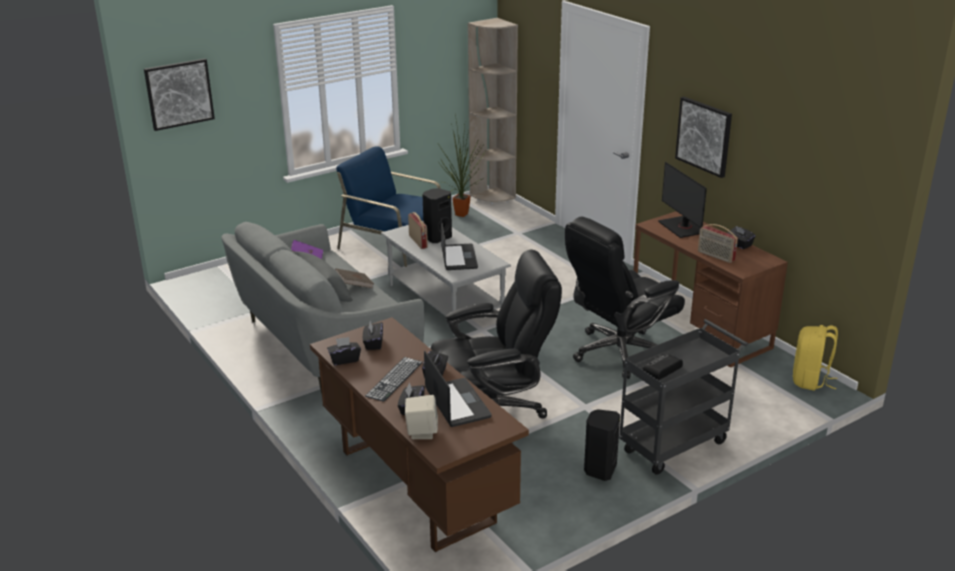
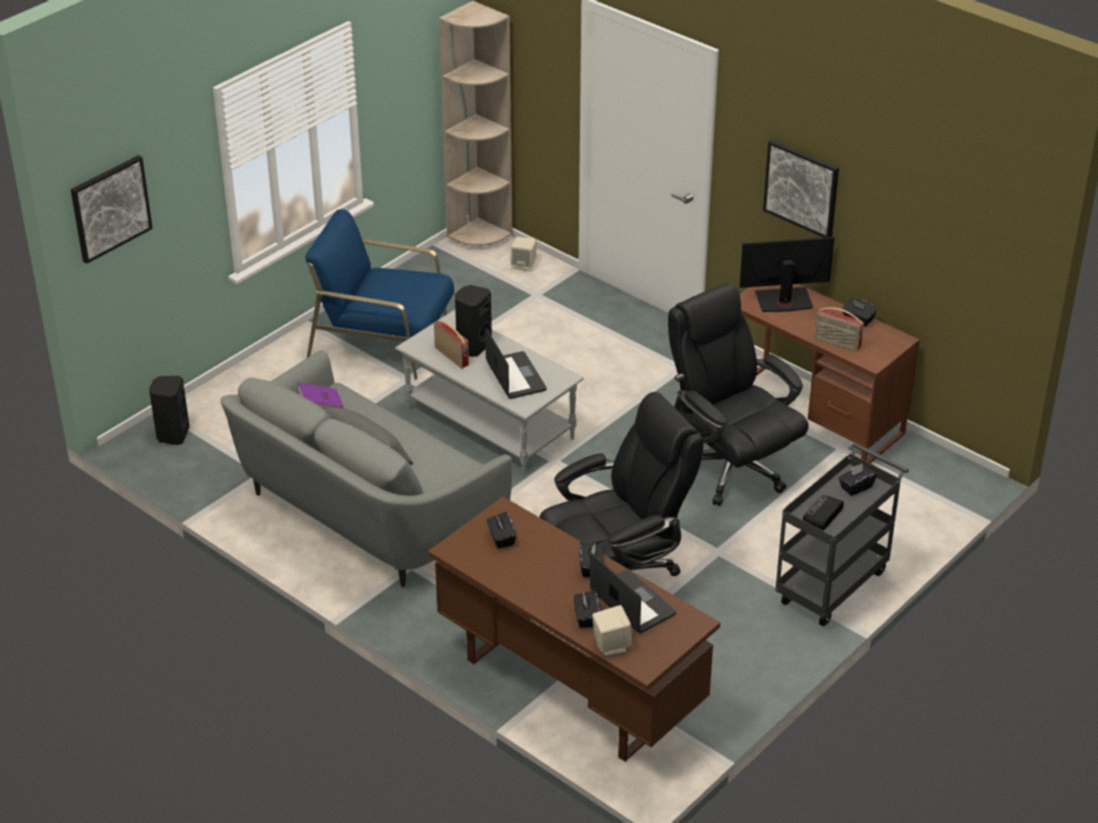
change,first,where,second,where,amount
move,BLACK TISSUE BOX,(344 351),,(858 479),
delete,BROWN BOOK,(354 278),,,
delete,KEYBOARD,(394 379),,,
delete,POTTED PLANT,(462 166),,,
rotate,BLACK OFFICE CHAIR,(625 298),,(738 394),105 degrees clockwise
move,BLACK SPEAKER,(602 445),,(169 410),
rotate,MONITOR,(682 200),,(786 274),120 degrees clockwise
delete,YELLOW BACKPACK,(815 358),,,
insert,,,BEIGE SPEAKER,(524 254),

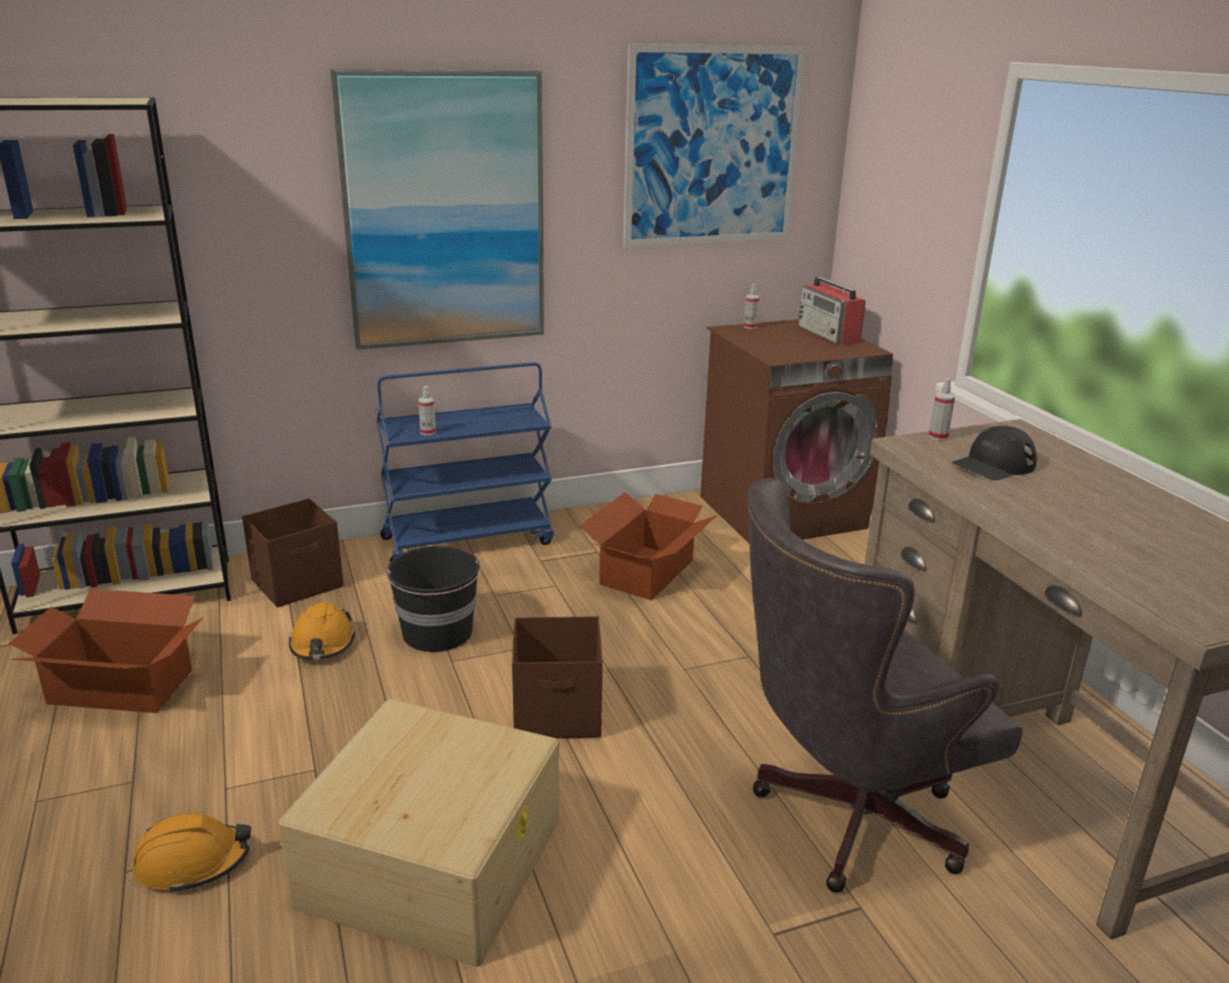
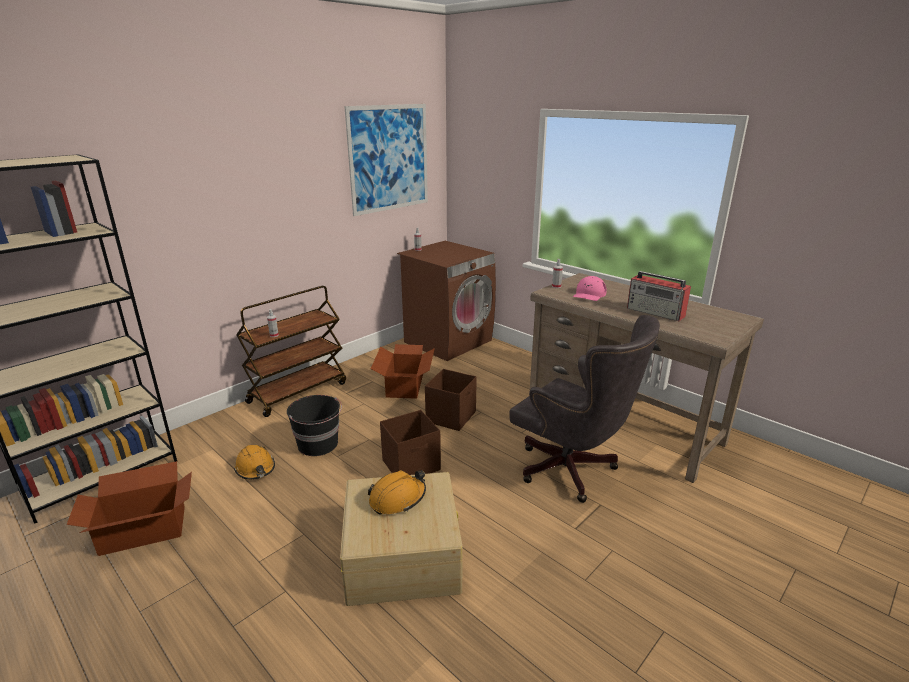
change,first,where,second,where,amount
move,ORANGE HARD HAT,(192 853),,(397 492),
move,BROWN STORAGE BOX,(292 552),,(451 400),
delete,PICTURE,(437 209),,,
recolor,BLUE CART,(465 462),BROWN CART,(291 351),
rotate,GREY OFFICE CHAIR,(885 685),,(584 409),90 degrees counterclockwise
move,RADIO,(832 311),,(659 296),
recolor,BLACK CAP,(994 453),PINK CAP,(590 288),

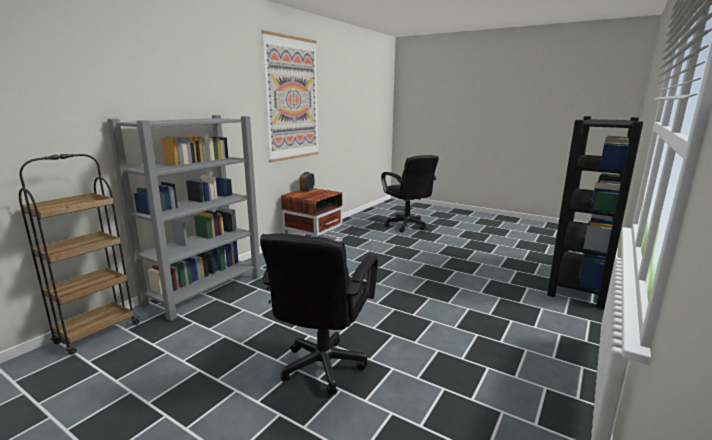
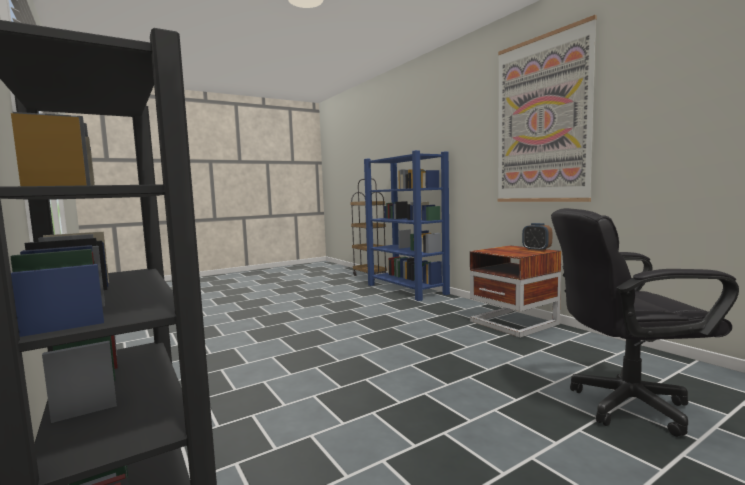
change,first,where,second,where,amount
recolor,GREY BOOKCASE,(184 218),BLUE BOOKCASE,(407 225),
delete,BLACK OFFICE CHAIR,(319 314),,,

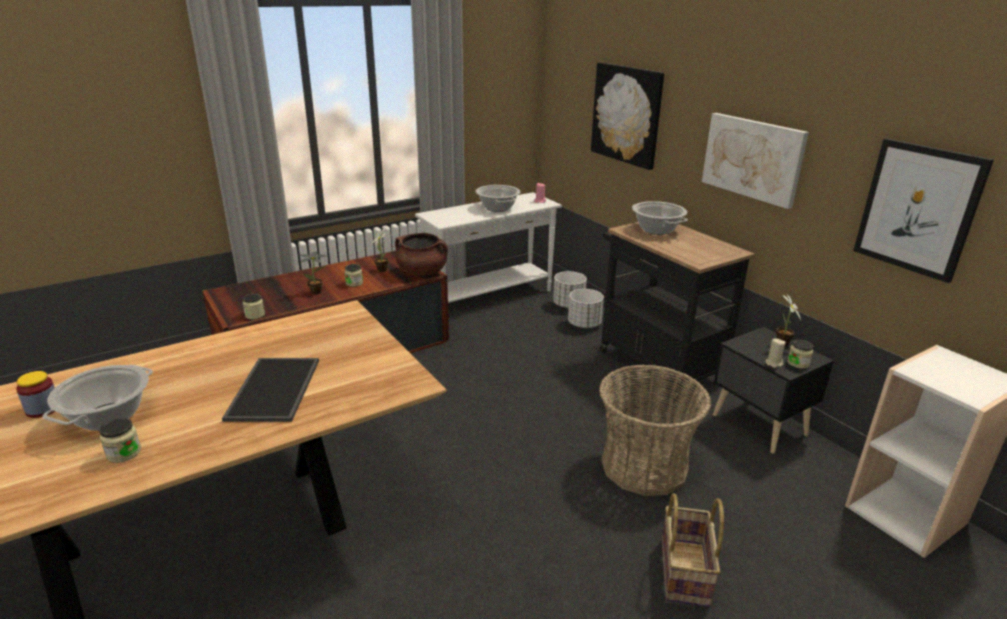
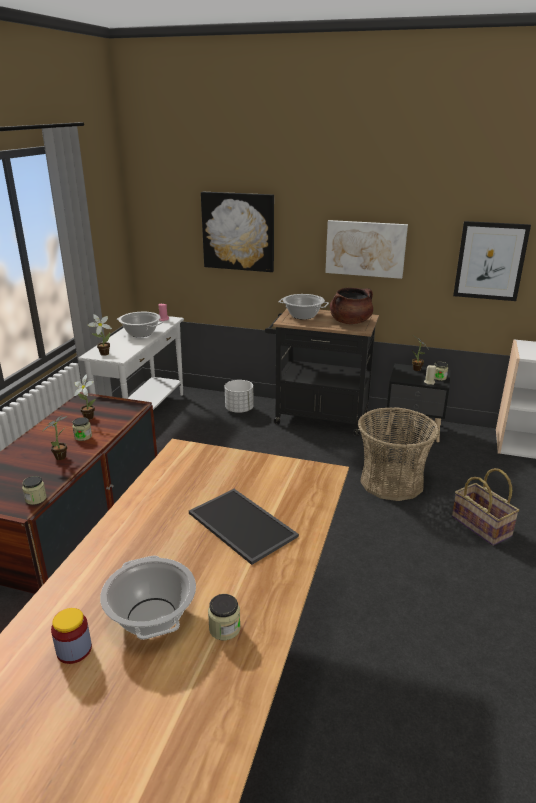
change,first,where,second,where,amount
move,BROWN COOKING POT,(421 254),,(351 306),
delete,WHITE PLANTER,(570 289),,,
insert,,,POTTED PLANT,(100 335),

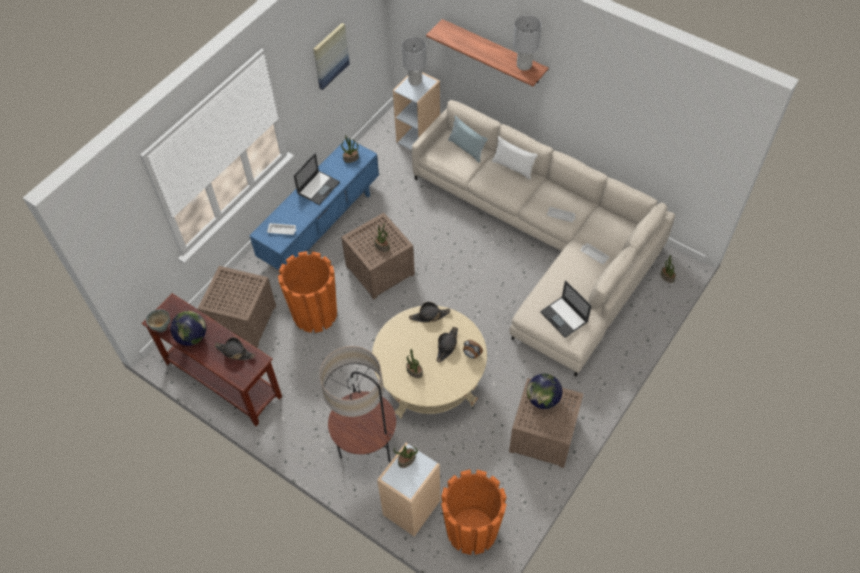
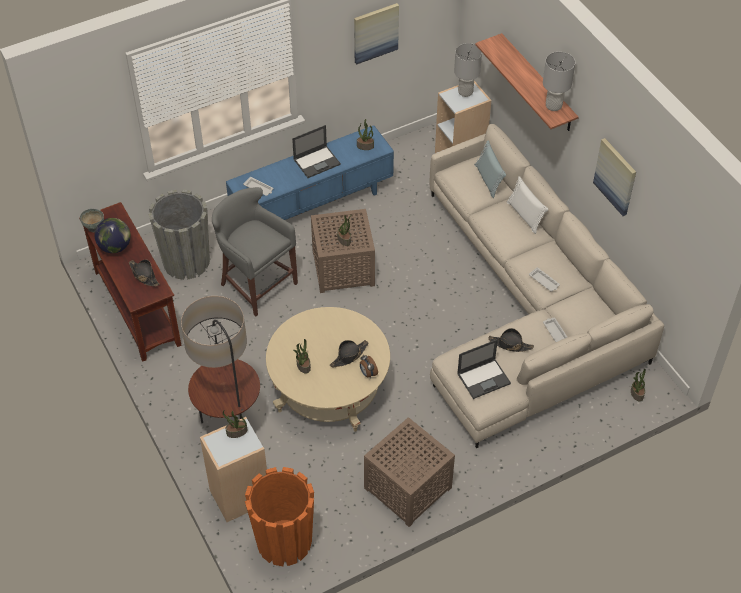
change,first,where,second,where,amount
replace,BROWN SIDE TABLE,(236 307),GREY PLANTER,(179 234),
replace,ORANGE PLANTER,(307 292),GREY STOOL,(255 251),
move,BLACK HAT,(429 312),,(511 340),
delete,GLOBE,(544 391),,,
rotate,LAPTOP,(566 309),,(484 369),105 degrees counterclockwise
insert,,,PICTURE,(614 177),

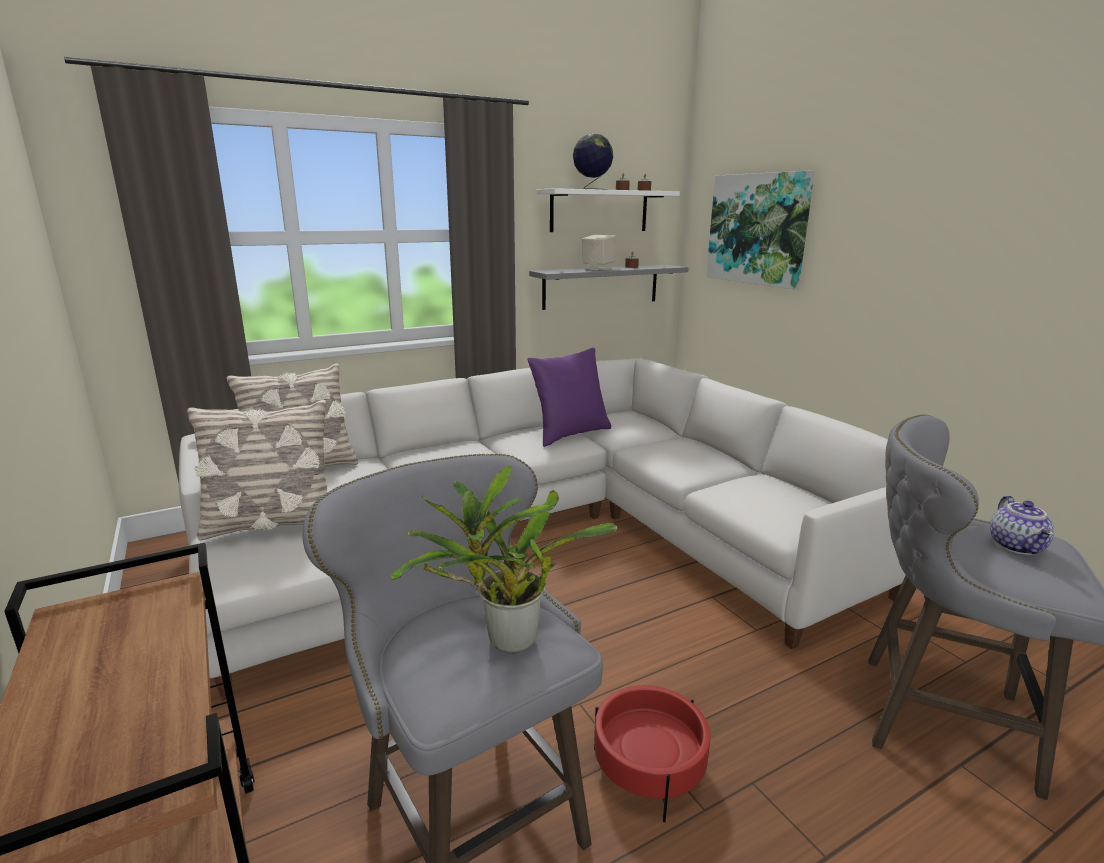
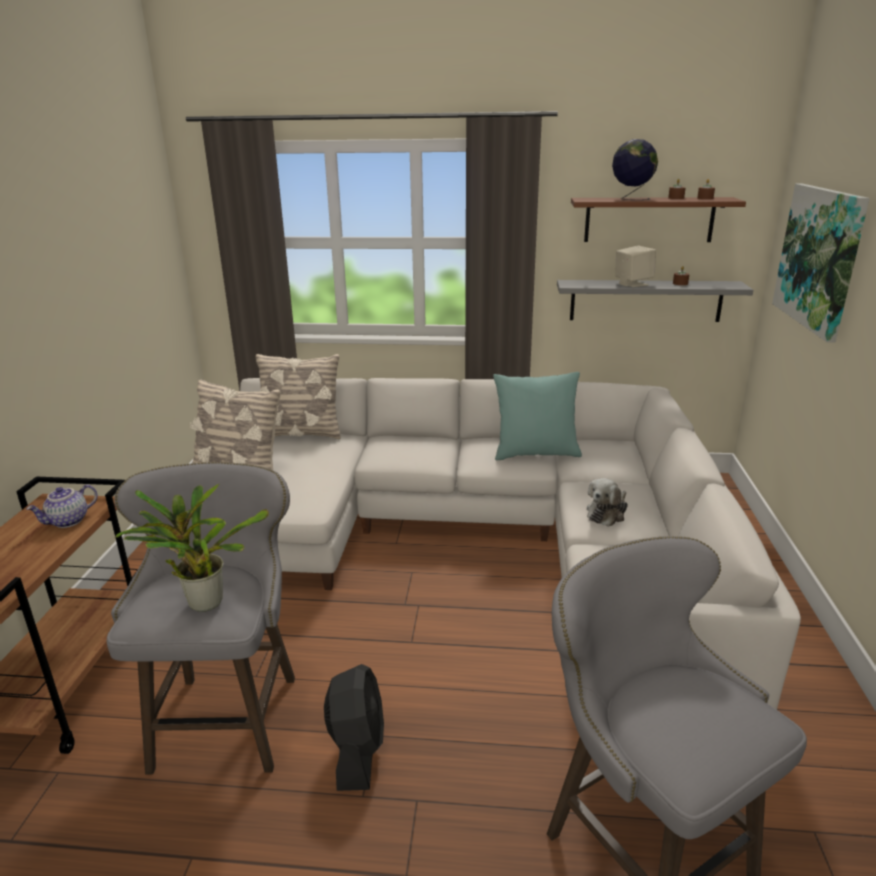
change,first,where,second,where,amount
recolor,PURPLE PILLOW,(569 397),TURQUOISE PILLOW,(537 416),
recolor,WHITE SHELF,(608 210),BROWN SHELF,(658 219),
replace,RED PLANTER,(652 753),BLACK FAN,(354 727),
move,TEAPOT,(1022 525),,(62 506),
insert,,,PLUSH TOY,(607 502),

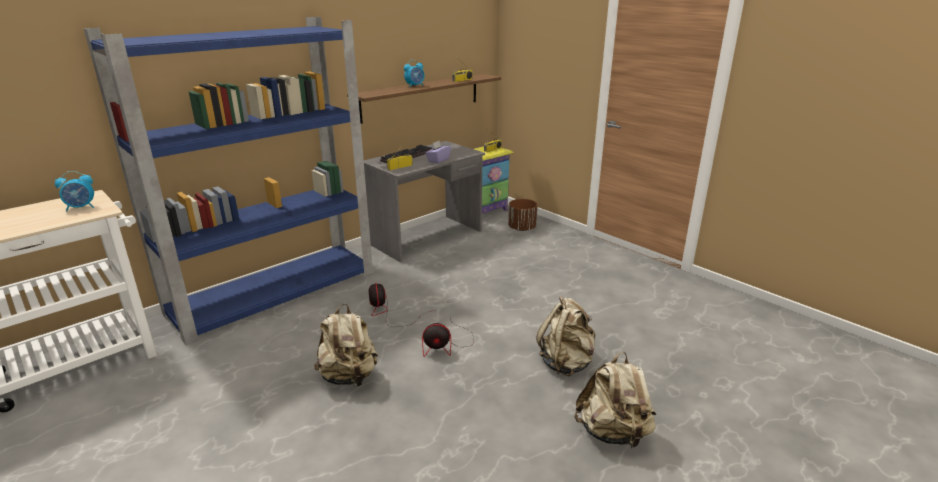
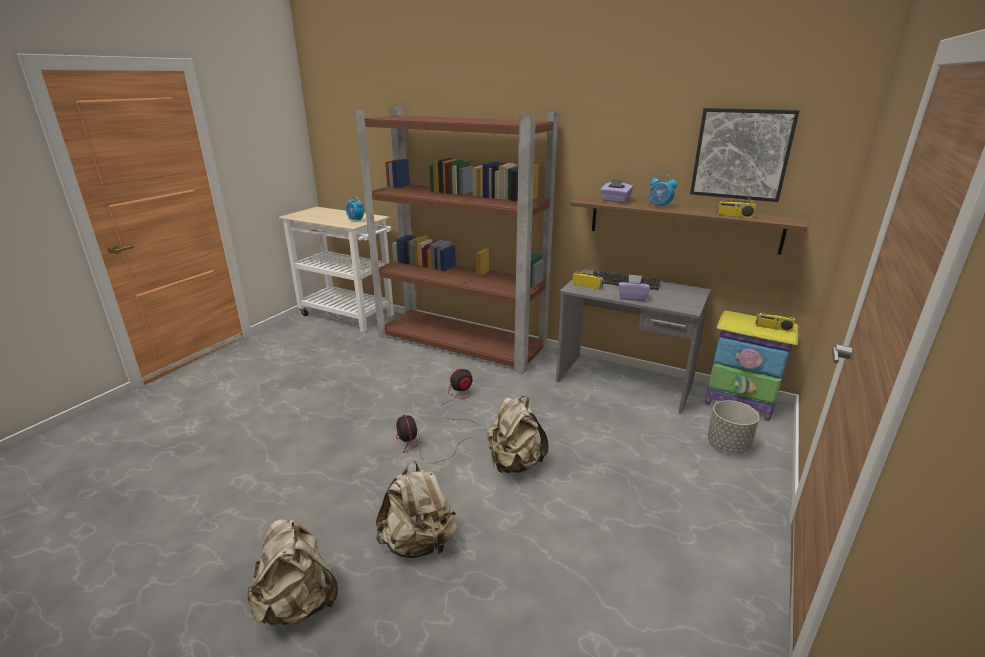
change,first,where,second,where,amount
recolor,BLUE BOOKCASE,(228 181),BROWN BOOKCASE,(456 240),
move,BEIGE BACKPACK,(346 345),,(517 434),
recolor,BROWN PLANTER,(523 215),GREY PLANTER,(733 426),
insert,,,PURPLE TISSUE BOX,(616 190),
insert,,,PICTURE,(745 155),

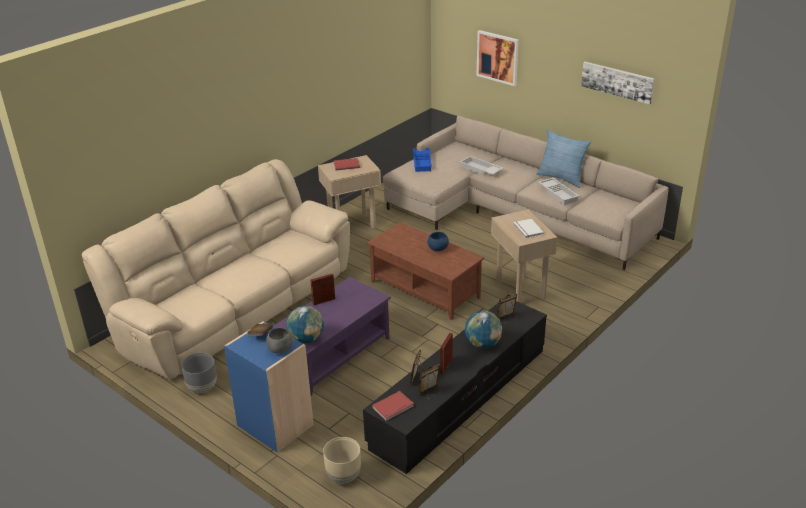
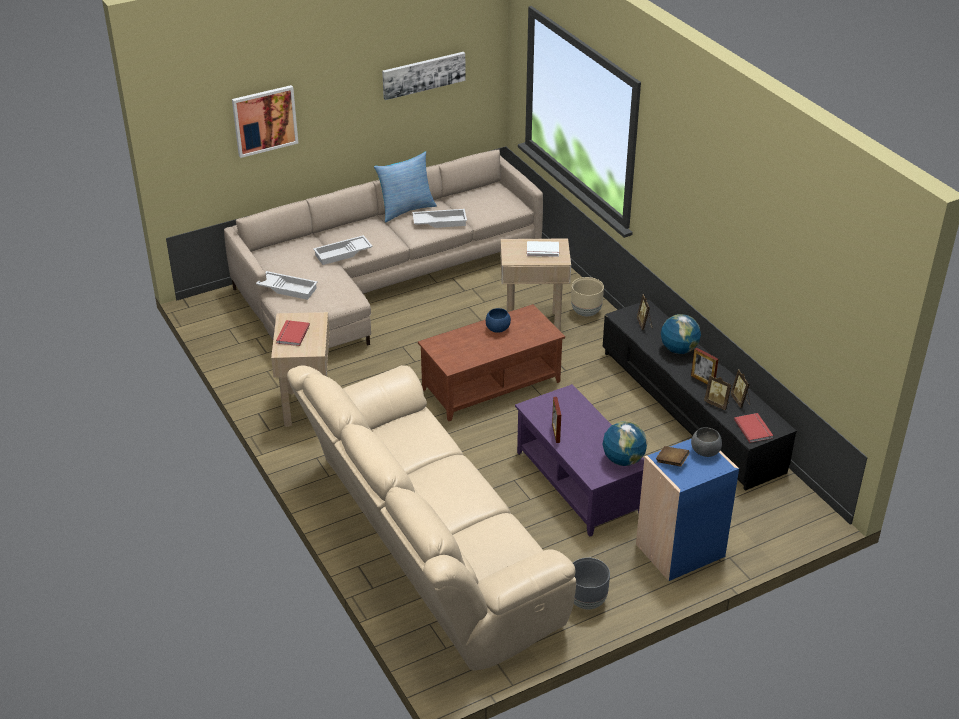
change,first,where,second,where,amount
move,BEIGE PLANTER,(342 460),,(587 296),
recolor,BLUE TRAY,(422 160),WHITE TRAY,(287 285),

